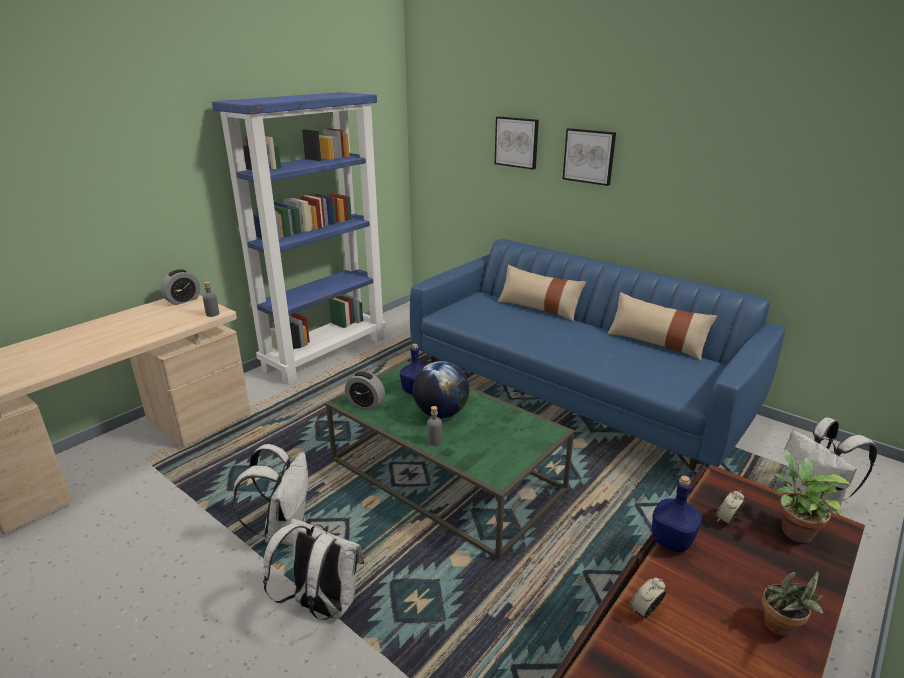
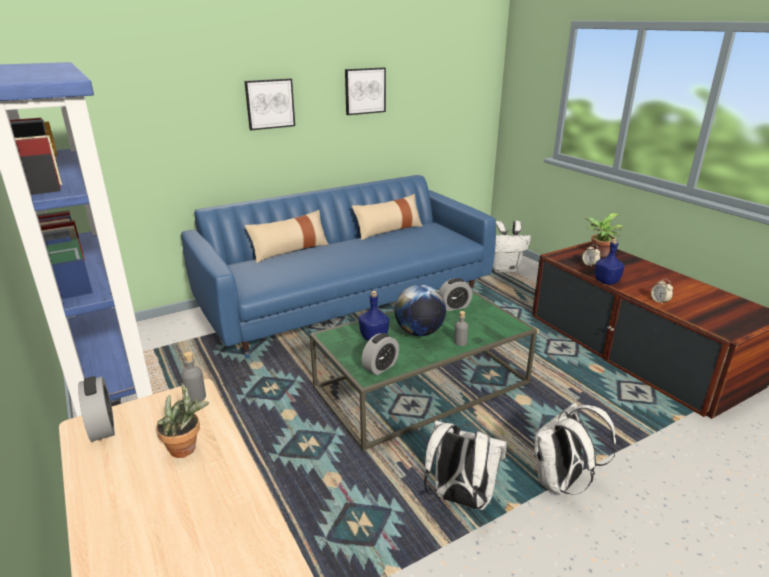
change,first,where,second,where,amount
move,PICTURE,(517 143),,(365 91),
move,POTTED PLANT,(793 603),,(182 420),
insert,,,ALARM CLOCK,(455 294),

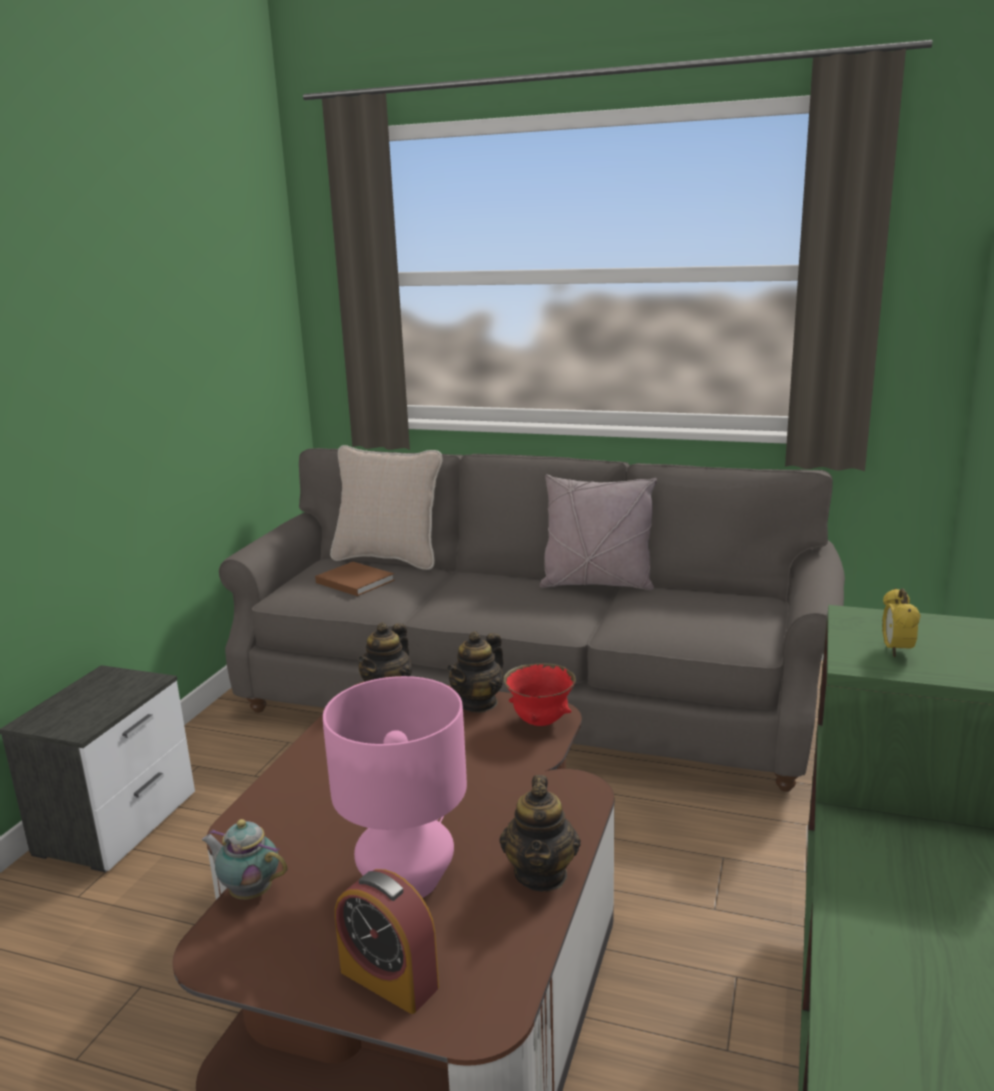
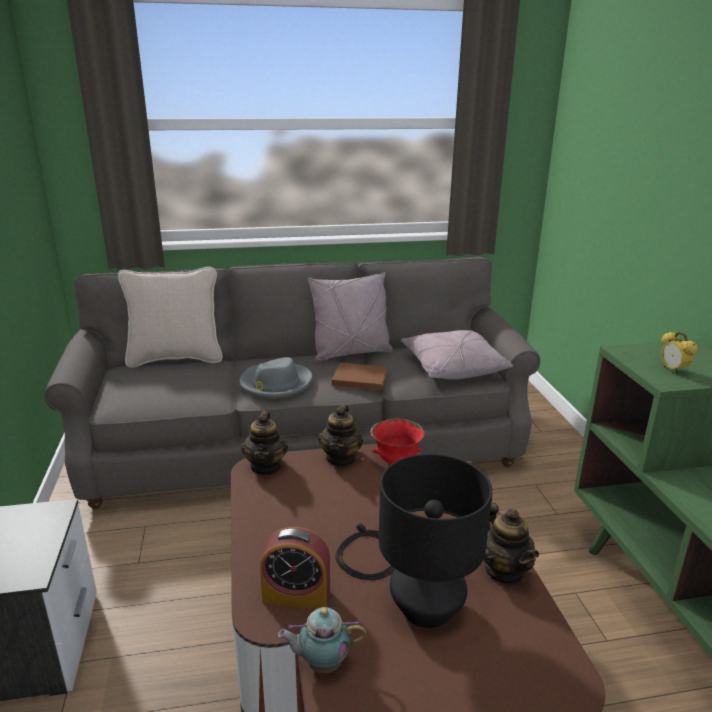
change,first,where,second,where,amount
move,BROWN BOOK,(355 579),,(359 376),
recolor,PINK TABLE LAMP,(395 787),BLACK TABLE LAMP,(413 541),
move,ALARM CLOCK,(387 941),,(295 568),
insert,,,GREY HAT,(275 378),
insert,,,PURPLE PILLOW,(457 355),

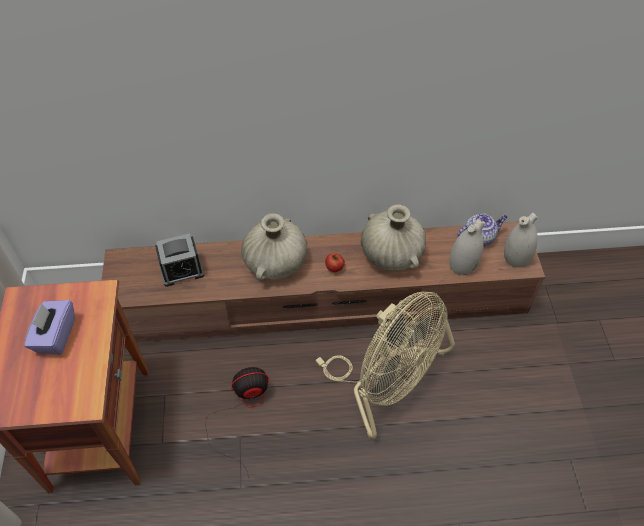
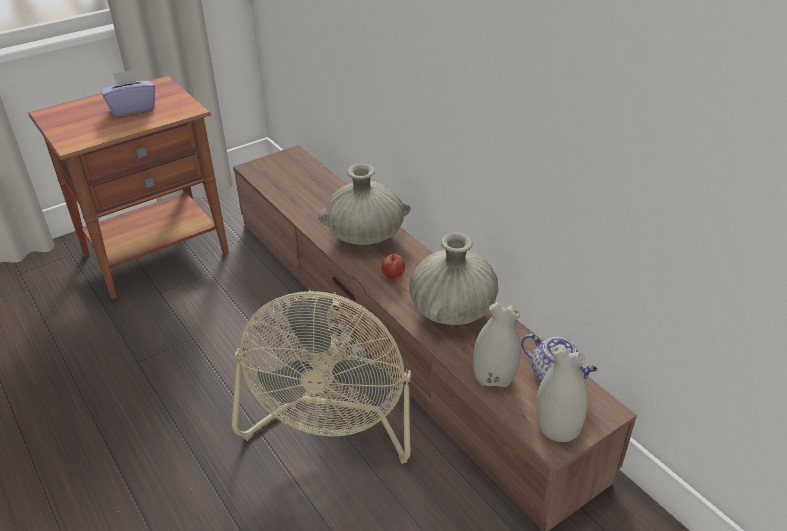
change,first,where,second,where,amount
delete,ALARM CLOCK,(179 260),,,
delete,FAN,(237 424),,,

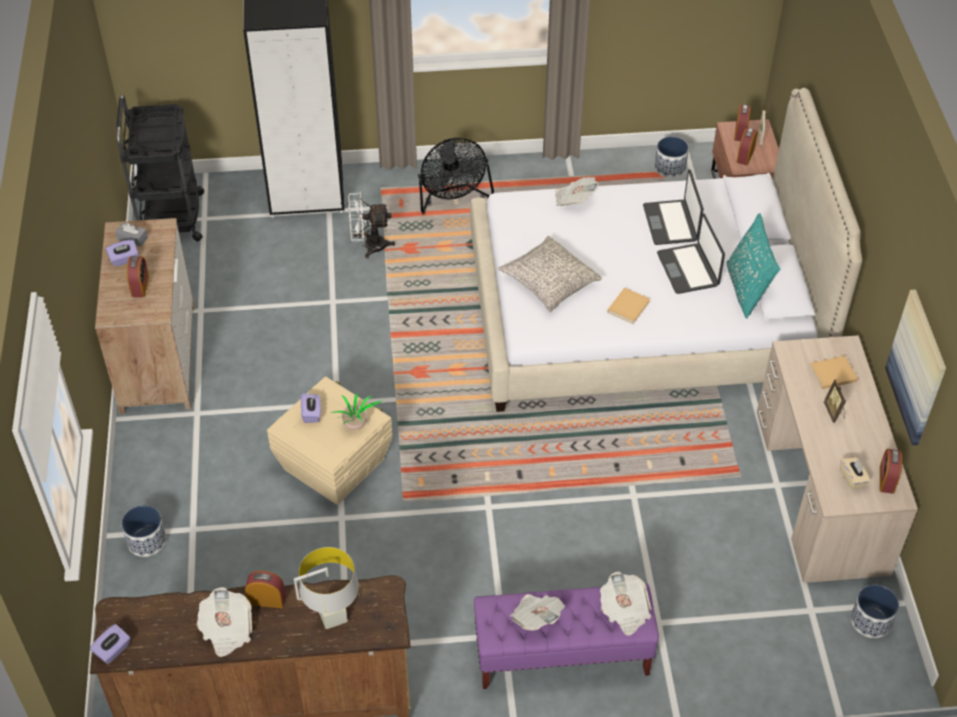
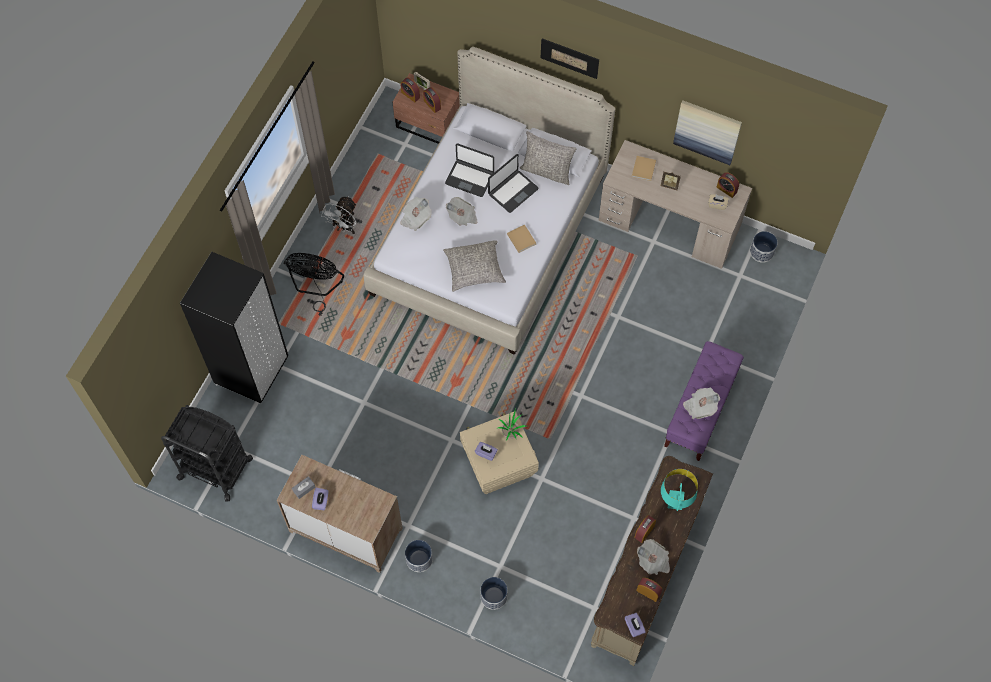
change,first,where,second,where,amount
move,ALARM CLOCK,(138 276),,(649 590),
recolor,GREY TABLE LAMP,(326 588),TURQUOISE TABLE LAMP,(679 490),
move,WHITE FAN,(371 225),,(338 215),
rotate,BLACK FAN,(456 176),,(314 284),90 degrees counterclockwise
move,NEWSPAPER,(625 603),,(462 211),
move,PLANTER,(672 157),,(419 556),
rotate,LAPTOP,(691 253),,(513 183),60 degrees counterclockwise
recolor,TURQUOISE PILLOW,(753 265),GREY PILLOW,(548 158),
insert,,,PICTURE,(570 58),

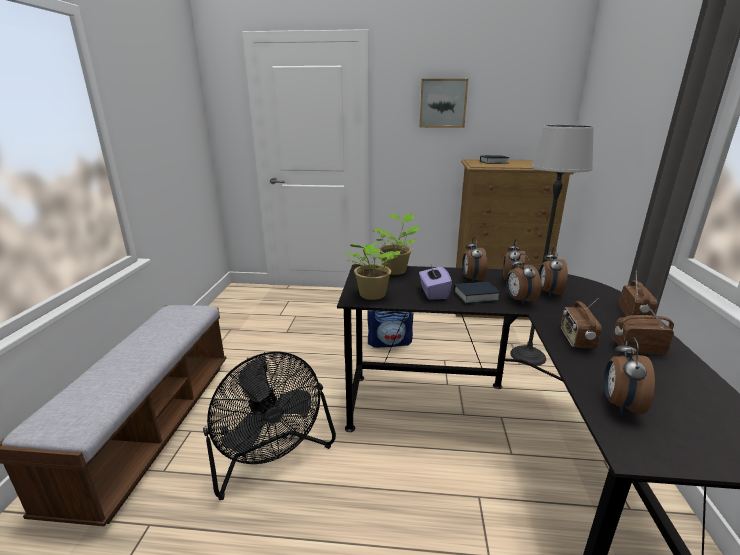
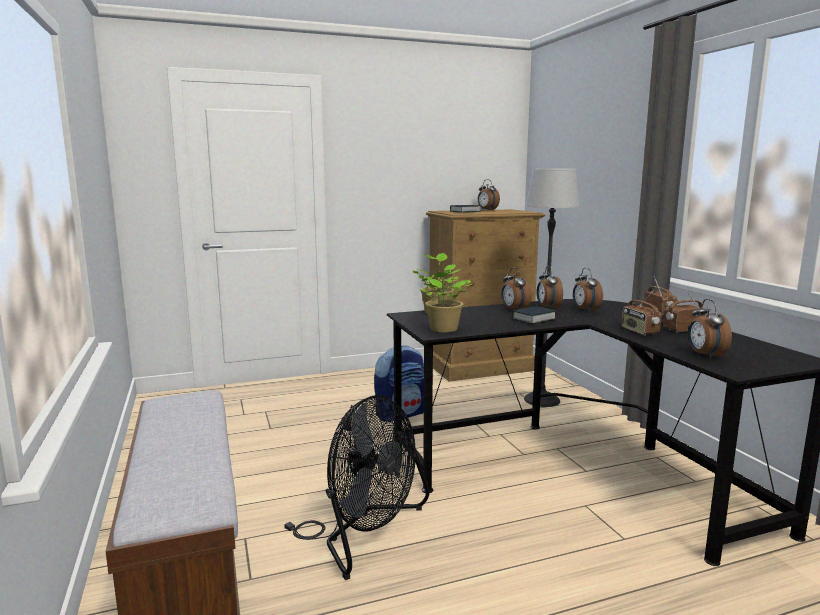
change,first,where,second,where,amount
delete,PURPLE TISSUE BOX,(435 282),,,
delete,PICTURE,(444 103),,,
move,ALARM CLOCK,(524 279),,(489 194),

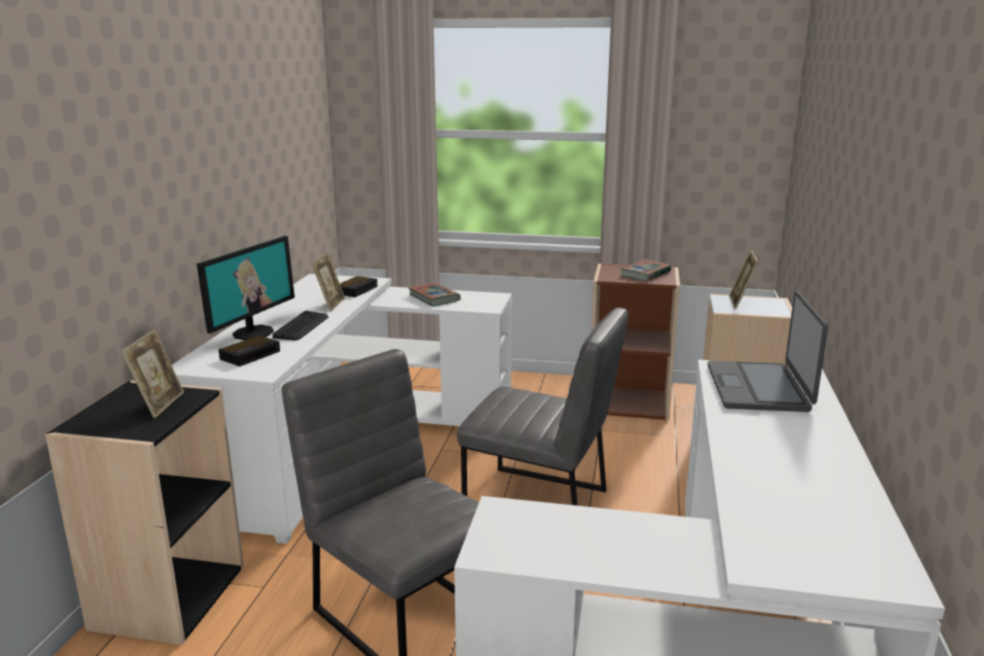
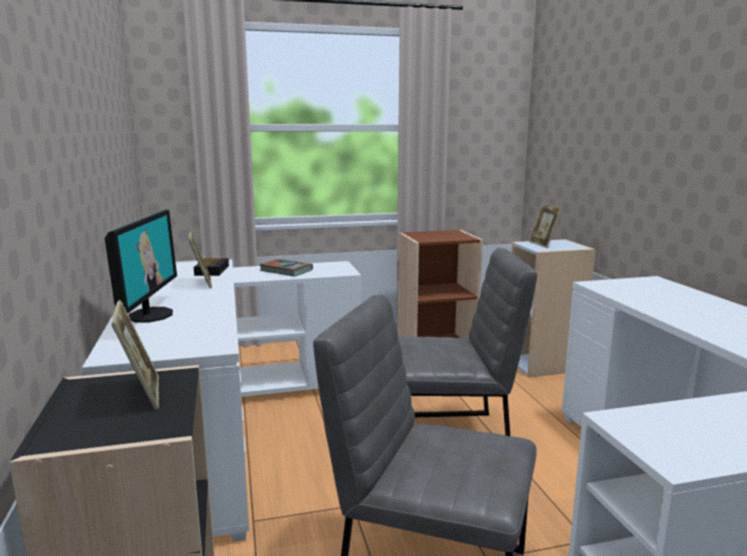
change,first,where,second,where,amount
delete,ALARM CLOCK,(249 351),,,
delete,KEYBOARD,(300 325),,,
delete,BOOK,(645 270),,,
delete,LAPTOP,(768 351),,,

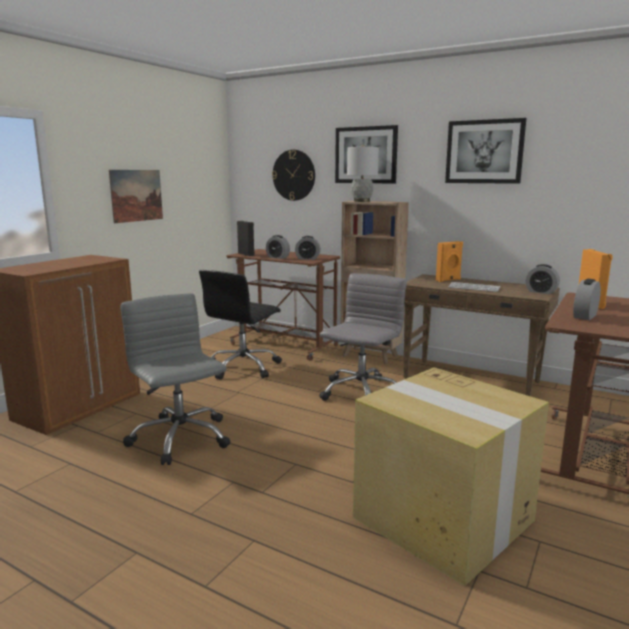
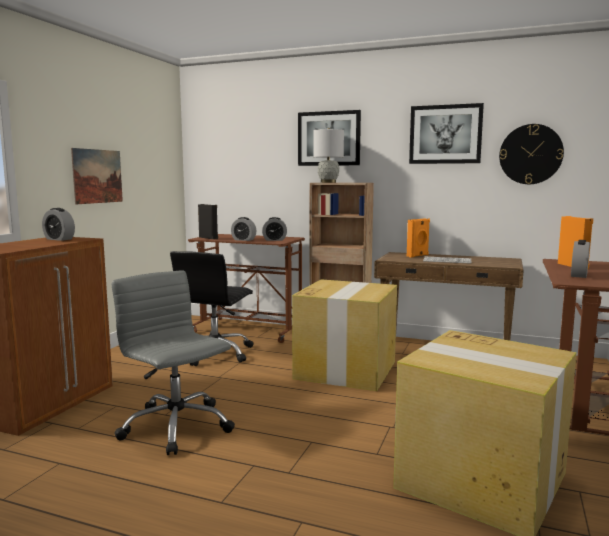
change,first,where,second,where,amount
move,WALL CLOCK,(293 175),,(531 154),
replace,GREY OFFICE CHAIR,(363 337),CARDBOARD BOX,(344 335),
move,ALARM CLOCK,(542 279),,(58 224),

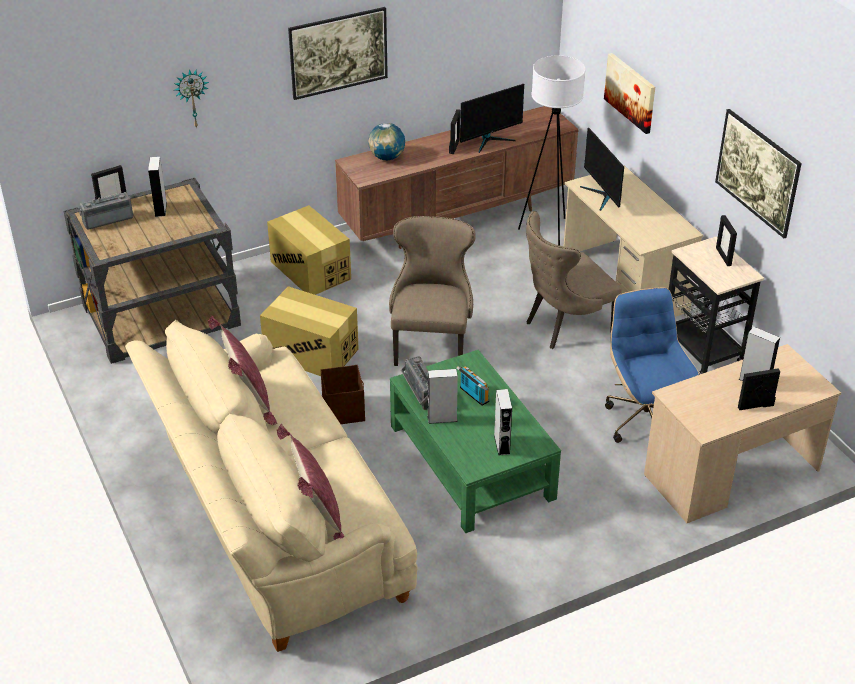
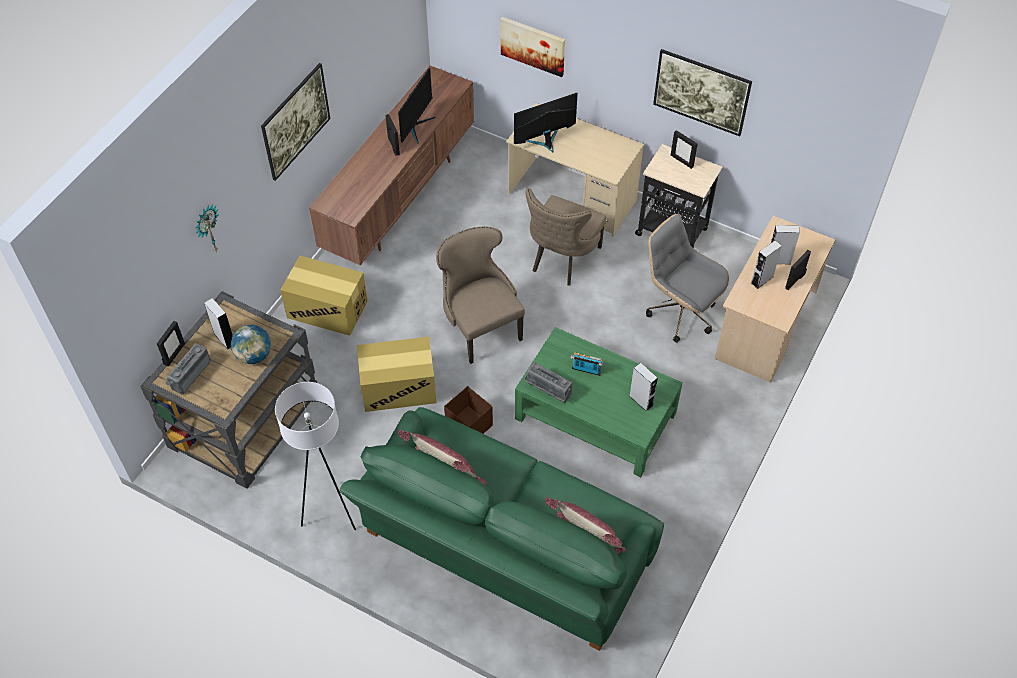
change,first,where,second,where,amount
recolor,BEIGE SOFA,(271 486),GREEN SOFA,(501 529),
move,GLOBE,(386 141),,(251 344),
move,GREY SPEAKER,(442 396),,(766 264),
move,WHITE FLOOR LAMP,(552 150),,(315 456),
rotate,MONITOR,(602 169),,(546 122),120 degrees clockwise
recolor,BLUE OFFICE CHAIR,(652 365),GREY OFFICE CHAIR,(687 278),

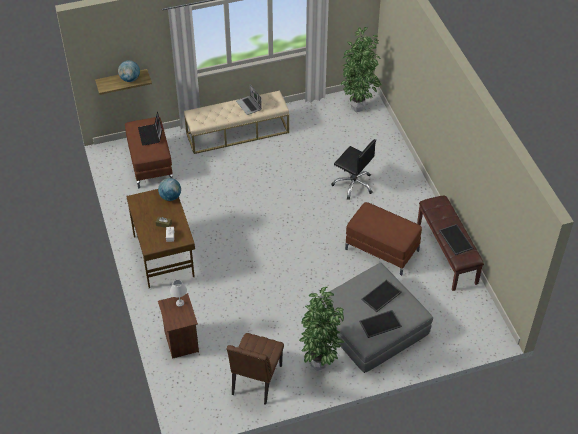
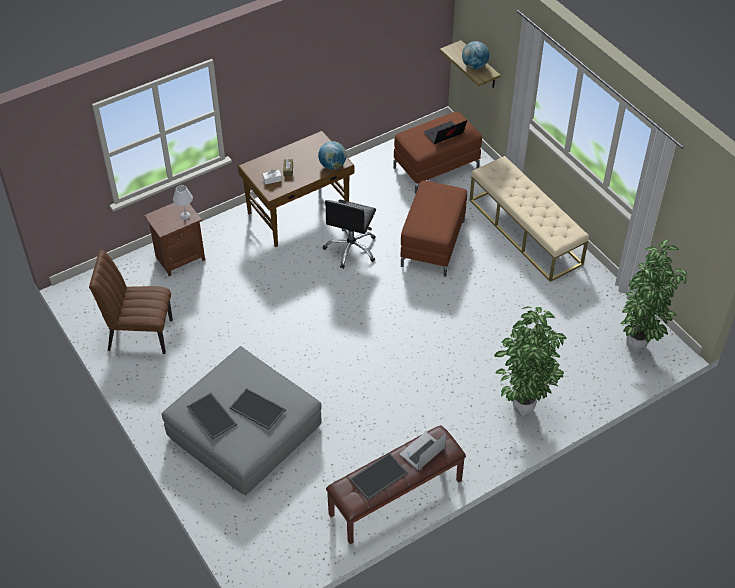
change,first,where,second,where,amount
move,LAPTOP,(249 99),,(423 451),
move,POTTED PLANT,(321 329),,(530 361),
move,BLACK OFFICE CHAIR,(353 169),,(349 234),
move,BROWN OTTOMAN,(383 238),,(433 229),

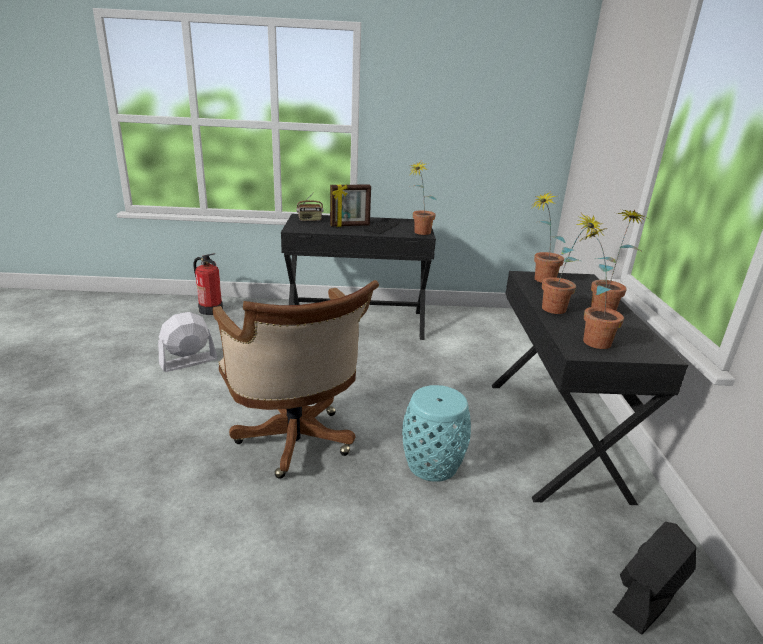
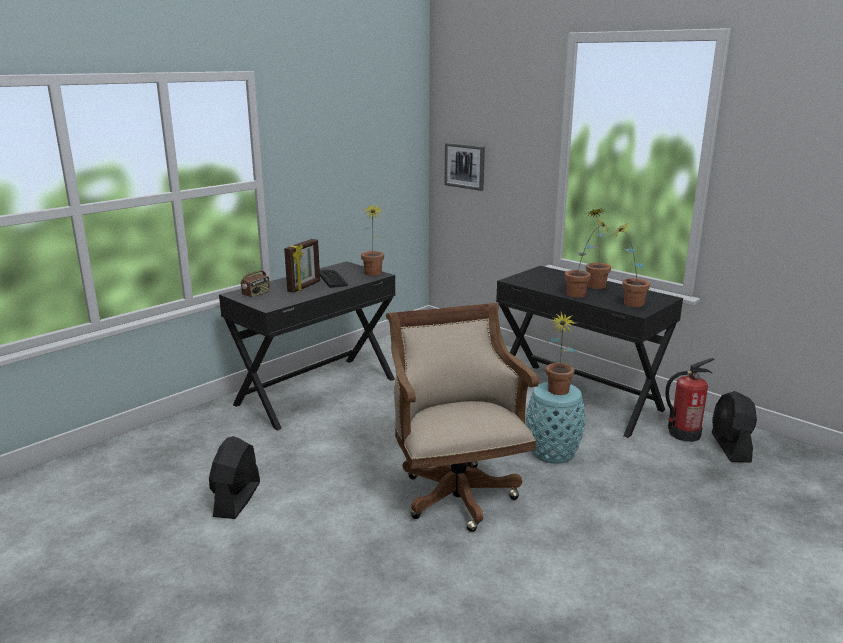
change,first,where,second,where,amount
recolor,WHITE FAN,(188 342),BLACK FAN,(234 477),
move,FIRE EXTINGUISHER,(208 284),,(689 400),
rotate,OFFICE CHAIR,(296 379),,(462 417),120 degrees counterclockwise
move,POTTED PLANT,(549 237),,(562 353),
insert,,,PICTURE,(464 167),

